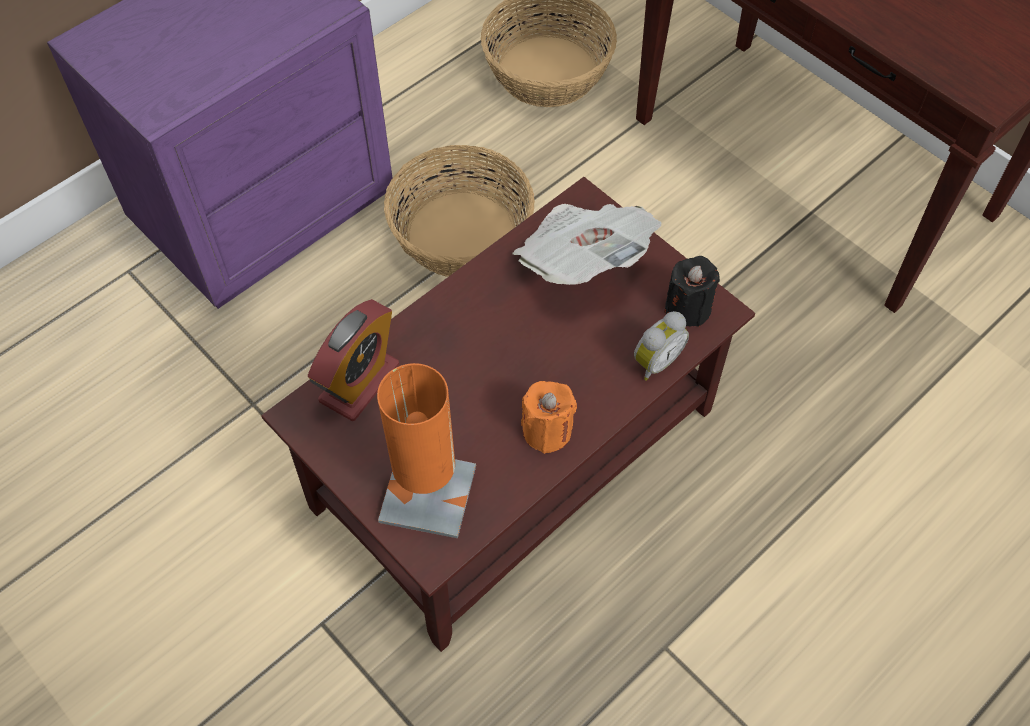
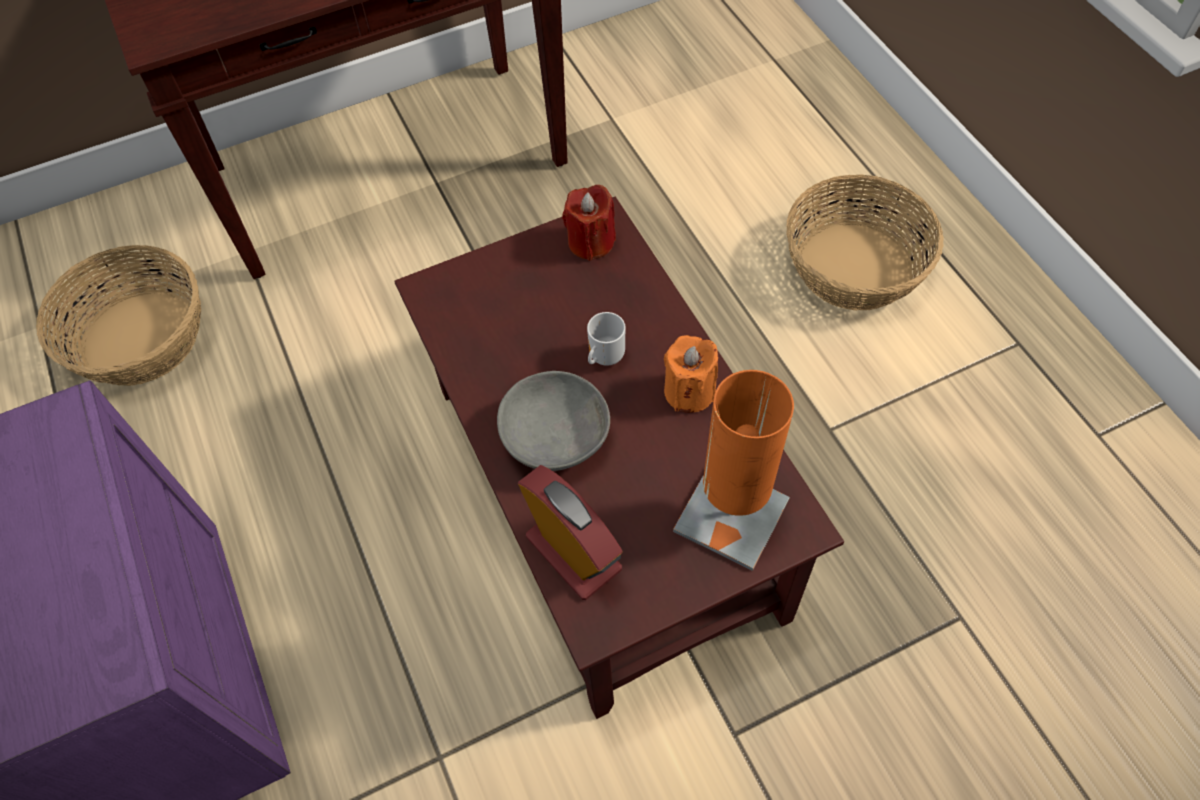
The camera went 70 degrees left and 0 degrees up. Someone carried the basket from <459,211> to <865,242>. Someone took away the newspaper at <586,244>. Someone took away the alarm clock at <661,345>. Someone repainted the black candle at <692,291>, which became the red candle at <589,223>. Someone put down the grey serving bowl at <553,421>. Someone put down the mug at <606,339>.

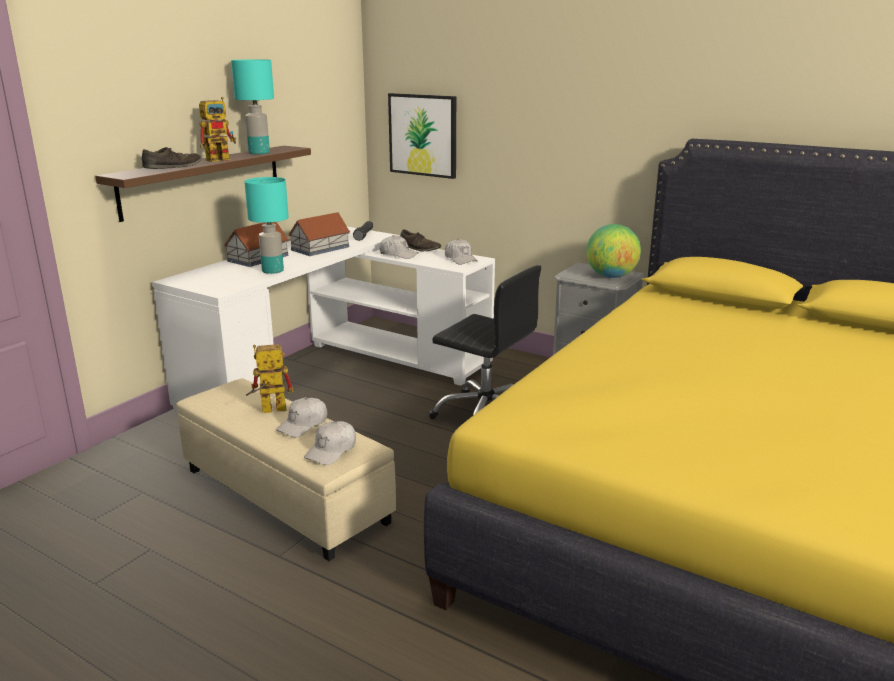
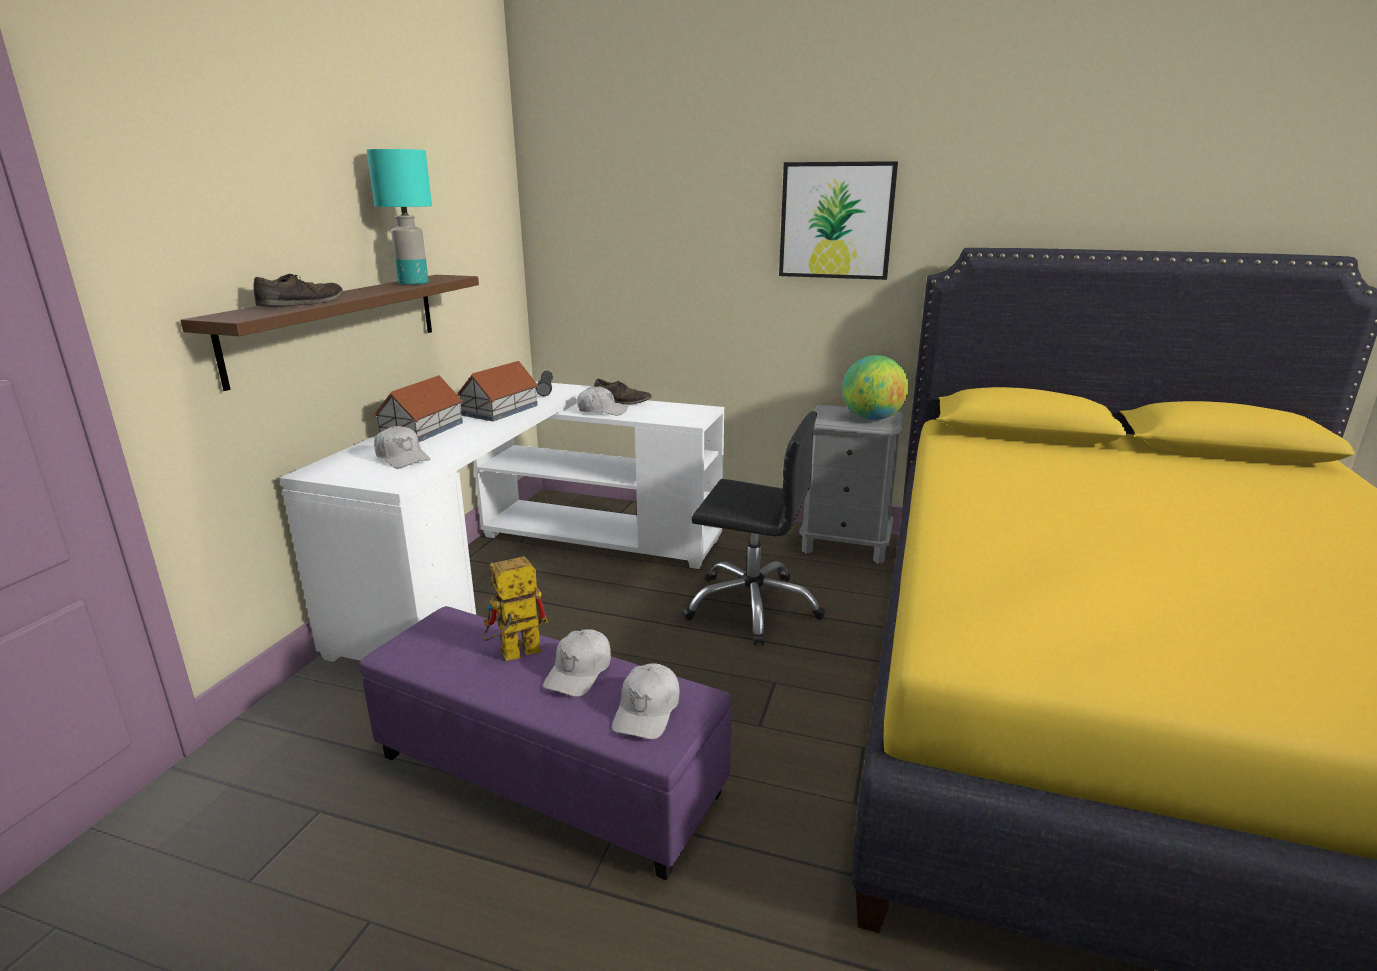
The camera went 15 degrees left and 0 degrees up. Someone repainted the beige pouffe at <286,470>, which became the purplish pouffe at <545,743>. Someone took away the toy robot at <217,129>. Someone took away the turquoise-coloured lamp for a table at <266,225>. Someone carried the wall art from <422,136> to <838,220>. Someone carried the whitish peaked cap from <461,252> to <402,447>.

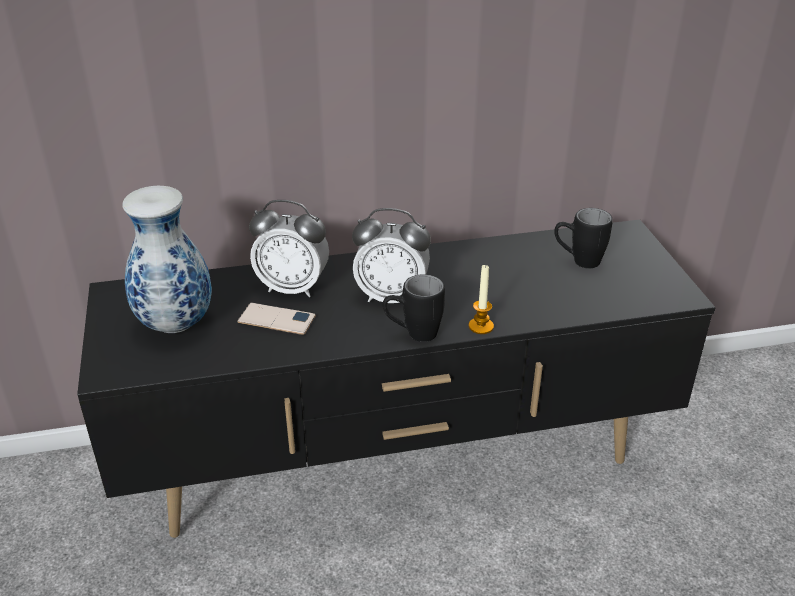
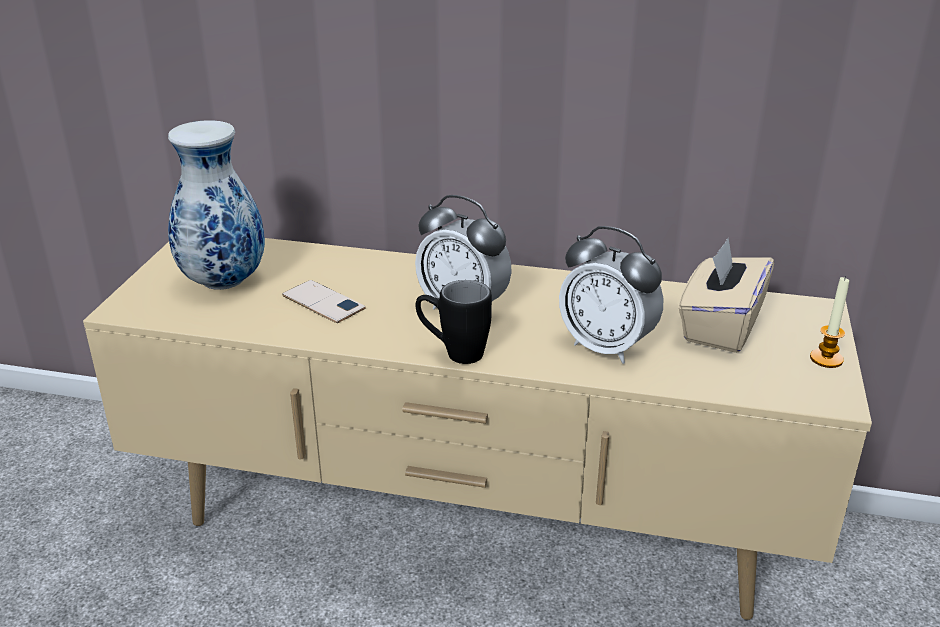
The camera went 25 degrees right and 5 degrees down. Someone repainted the black tv stand at <396,379>, which became the beige tv stand at <477,429>. Someone carried the alarm clock from <289,248> to <611,295>. Someone carried the candle from <481,299> to <829,322>. Someone swapped the black mug at <583,238> for the beige tissue holder at <726,295>.

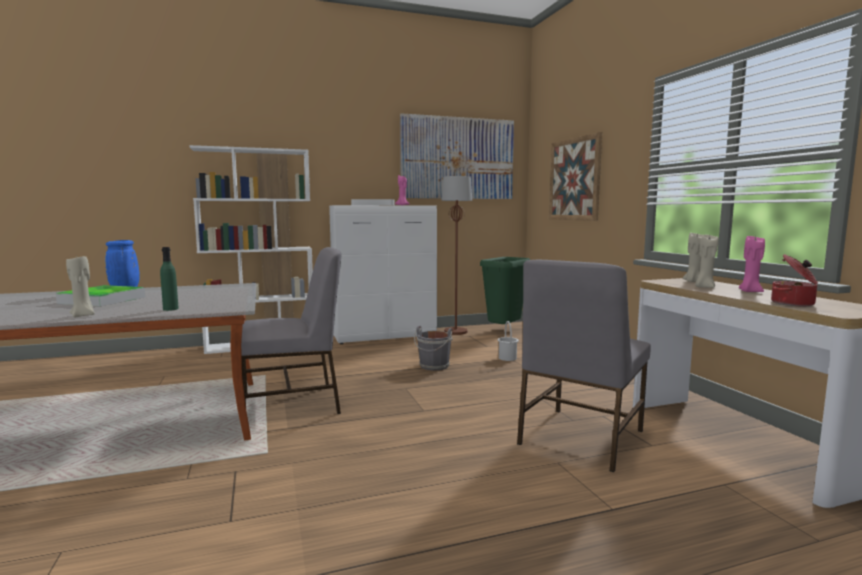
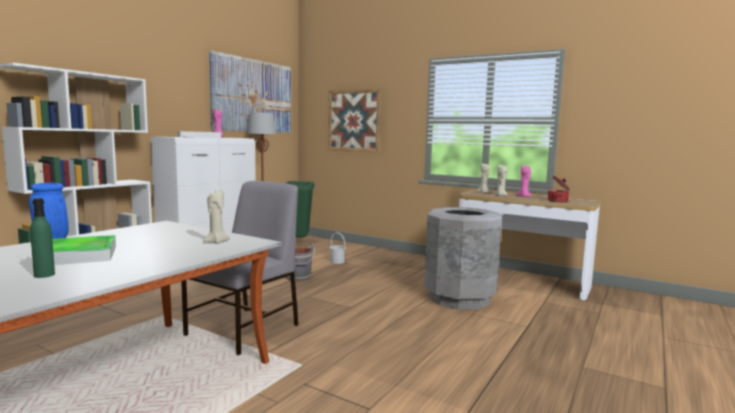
The camera went 40 degrees left and 0 degrees up. Someone carried the beige candle from <80,286> to <216,217>. Someone carried the green-coloured drink bottle from <169,279> to <42,238>. Someone swapped the grey upright chair at <584,366> for the grey rubbish bin at <463,258>.

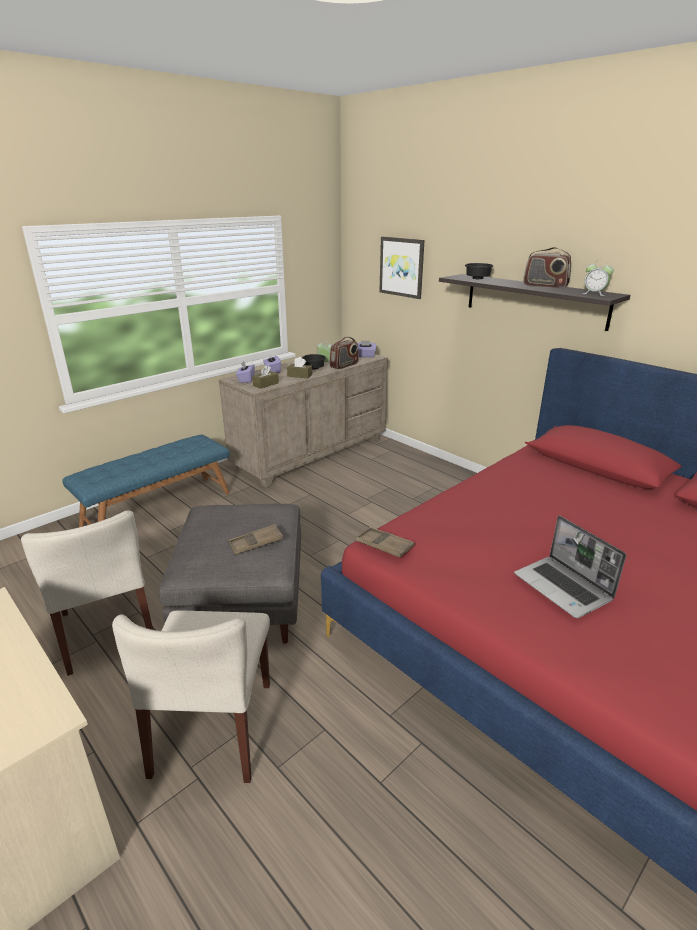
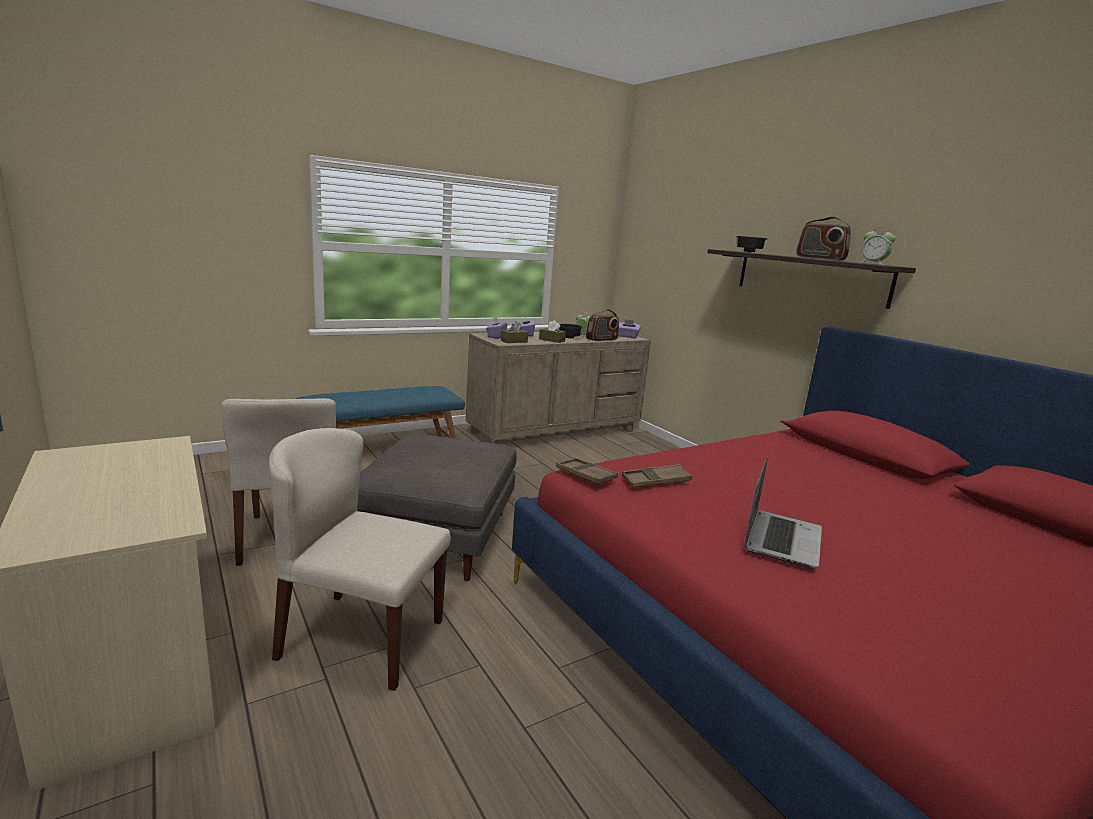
The camera went 10 degrees right and 10 degrees down. Someone rotated the beige upright chair at <191,697> by 90 degrees clockwise. Someone carried the brown-coloured tray from <255,539> to <657,475>. Someone took away the wall art at <402,268>. Someone rotated the notebook computer at <570,566> by 135 degrees counterclockwise.

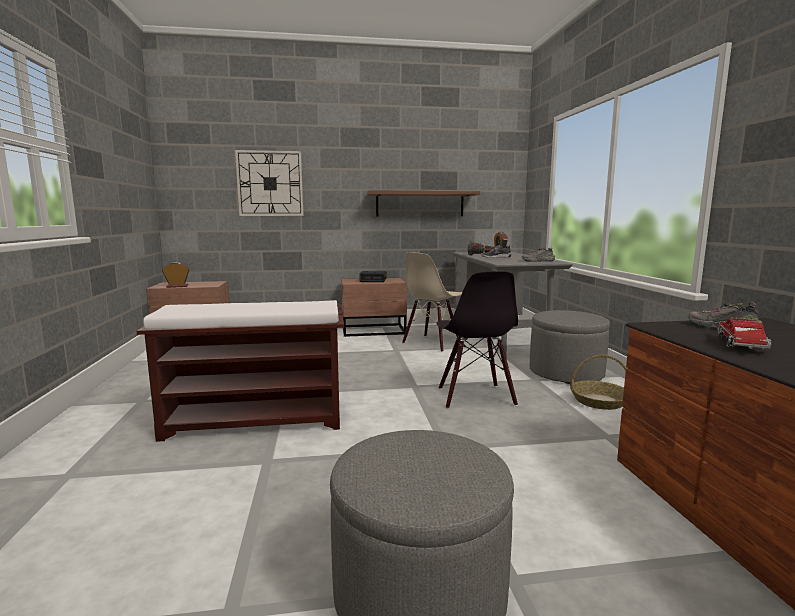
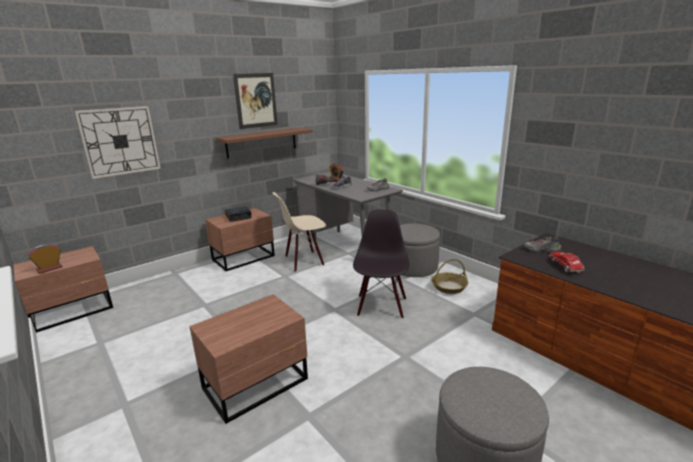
The camera went 30 degrees left and 10 degrees up. Someone swapped the brown-coloured indoor bench at <240,371> for the brown-coloured nightstand at <248,359>. Someone rotated the beige upright chair at <432,302> by 60 degrees clockwise. Someone rotated the black upright chair at <477,340> by 135 degrees counterclockwise. Someone put up the wall art at <255,101>.

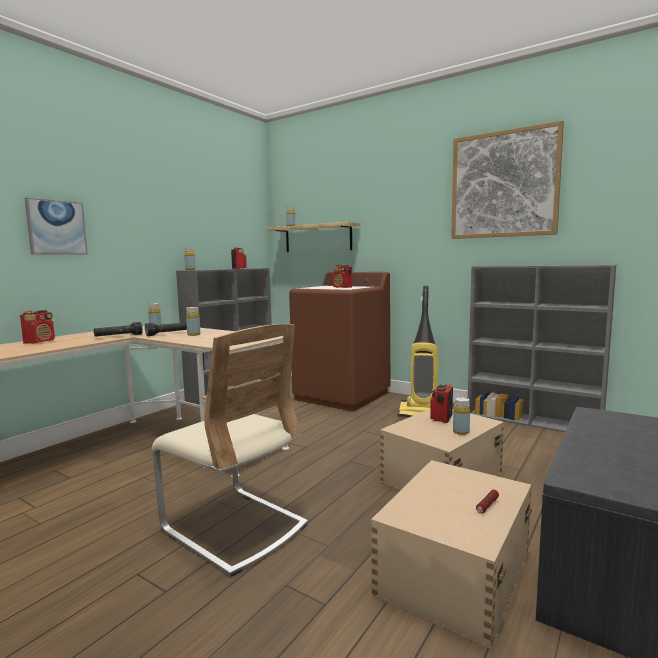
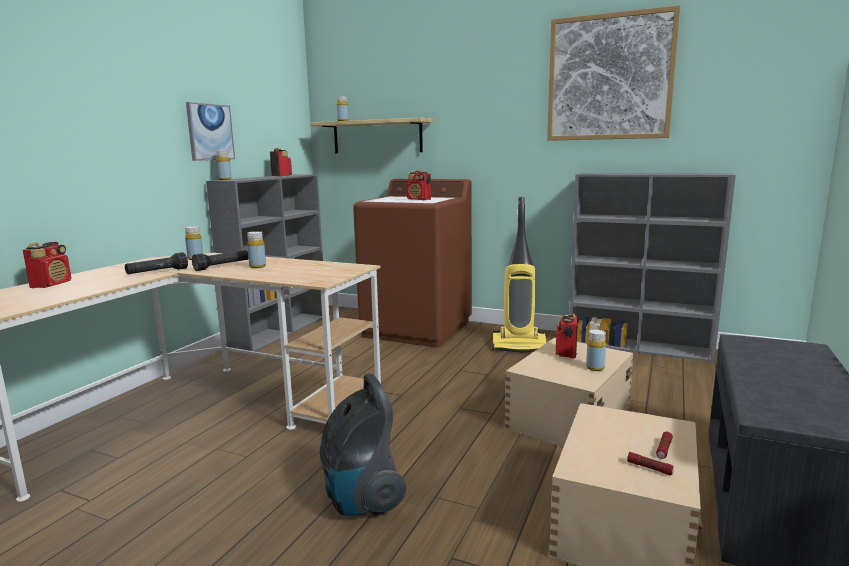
The camera went 10 degrees left and 5 degrees up. Someone carried the wall art from <56,226> to <210,131>. Someone swapped the beige upright chair at <230,450> for the vacuum cleaner at <363,444>. Someone put down the torch at <650,464>.

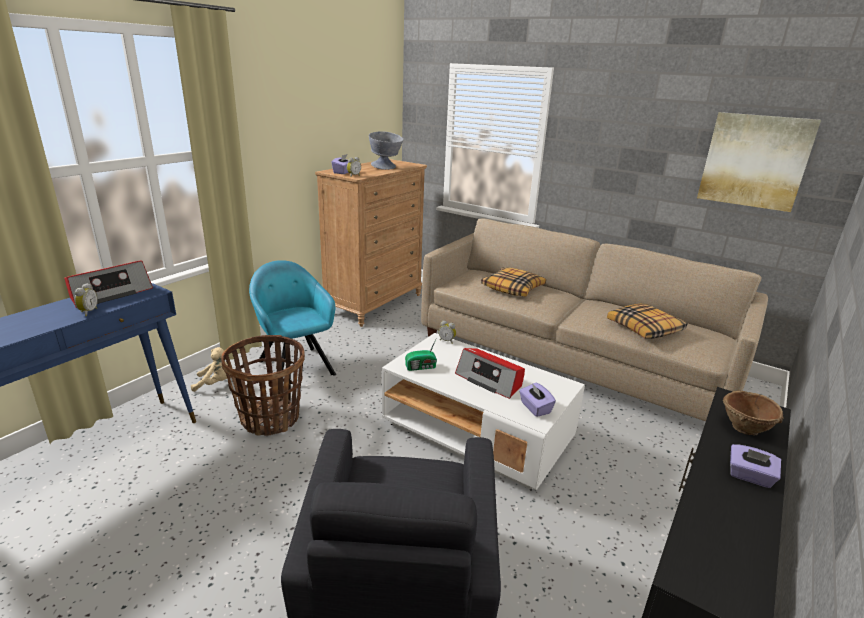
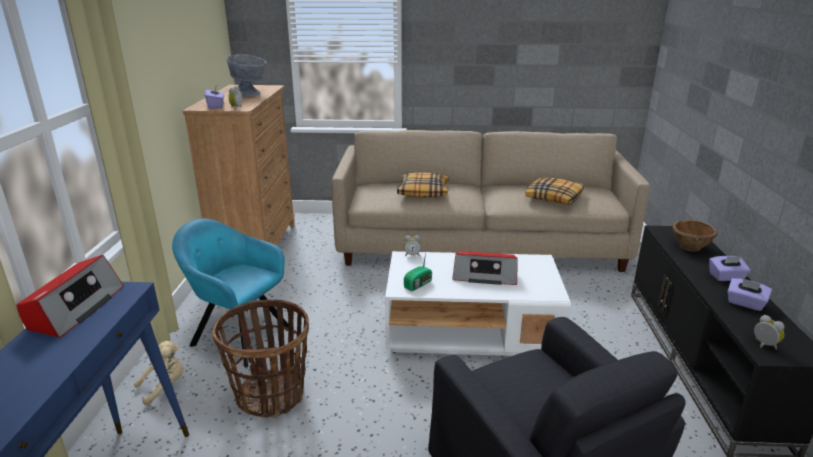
The camera went 30 degrees left and 0 degrees up. Someone carried the alarm clock from <86,299> to <769,332>. Someone carried the purplish tissue holder from <537,400> to <750,294>. Someone took away the wall art at <759,162>.

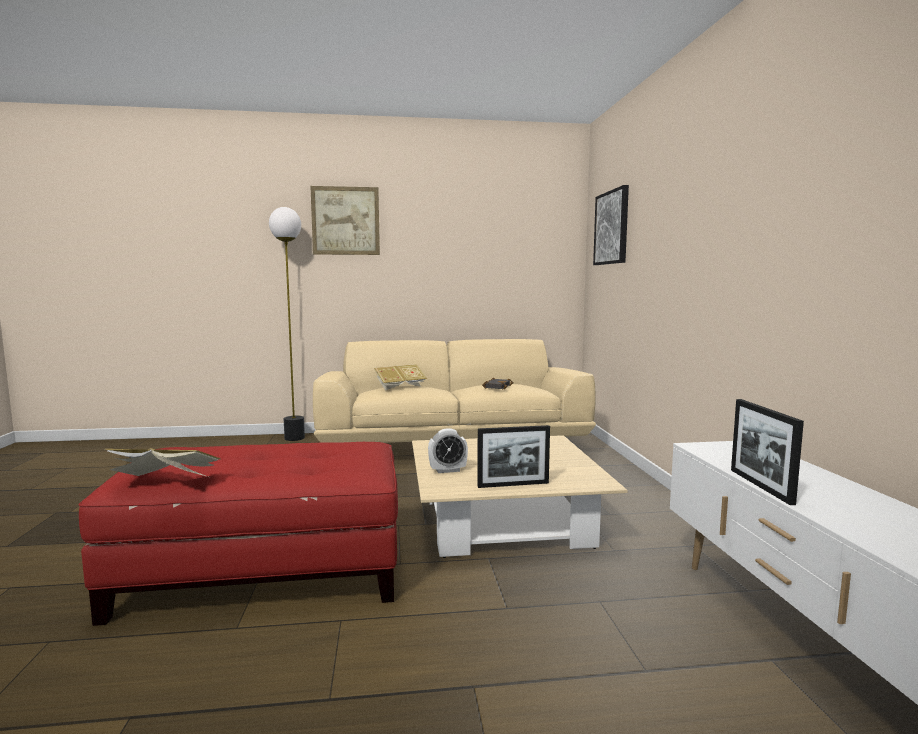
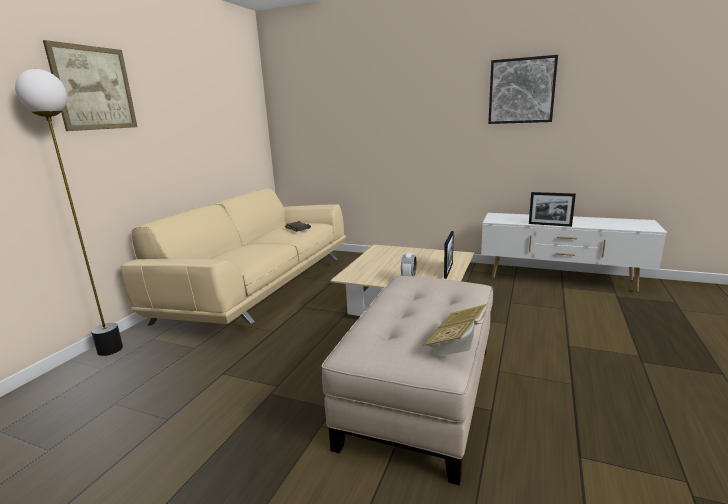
The camera went 60 degrees left and 10 degrees up. Someone repainted the red pouffe at <238,534>, which became the beige pouffe at <407,380>. Someone took away the volume at <400,377>. Someone carried the wall art from <611,225> to <523,89>.

